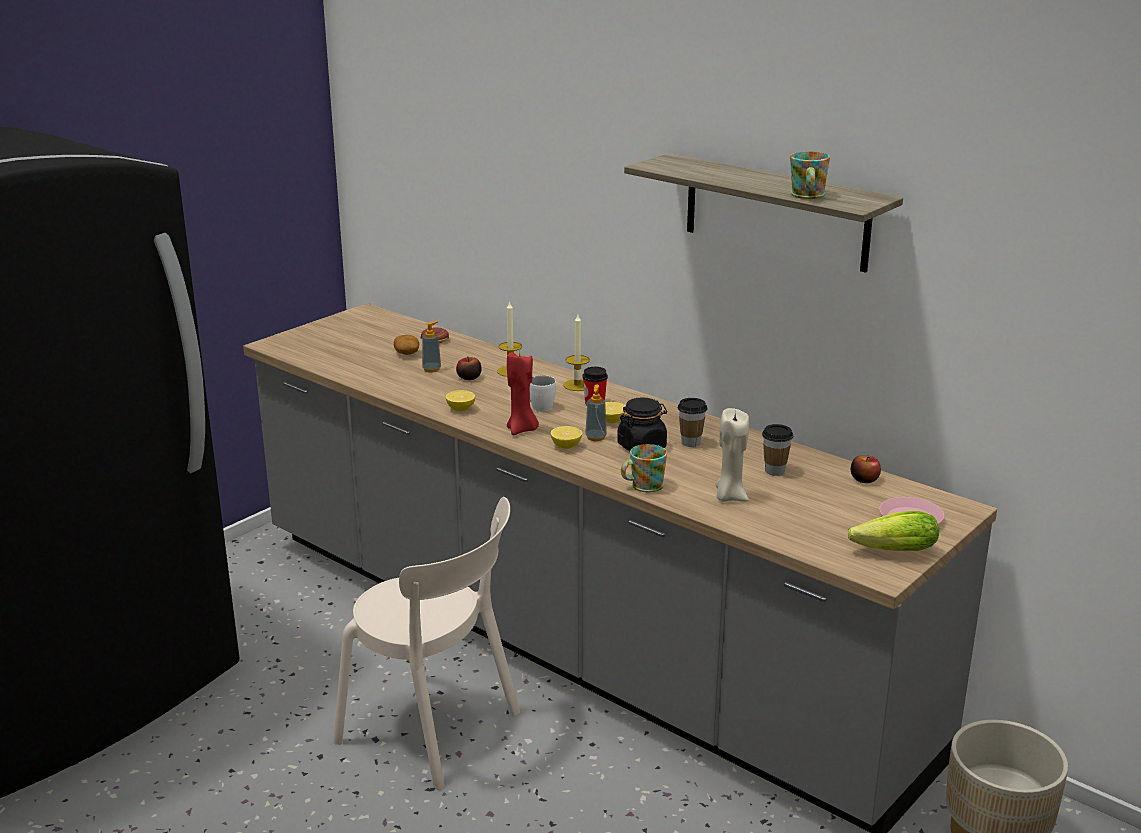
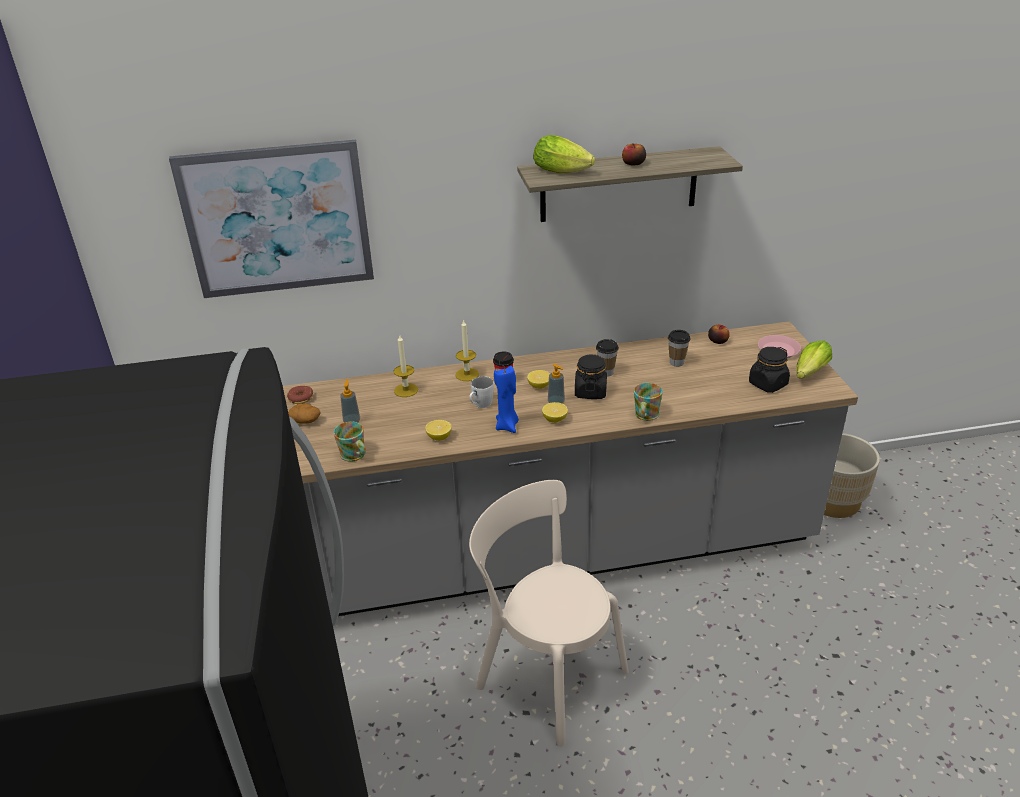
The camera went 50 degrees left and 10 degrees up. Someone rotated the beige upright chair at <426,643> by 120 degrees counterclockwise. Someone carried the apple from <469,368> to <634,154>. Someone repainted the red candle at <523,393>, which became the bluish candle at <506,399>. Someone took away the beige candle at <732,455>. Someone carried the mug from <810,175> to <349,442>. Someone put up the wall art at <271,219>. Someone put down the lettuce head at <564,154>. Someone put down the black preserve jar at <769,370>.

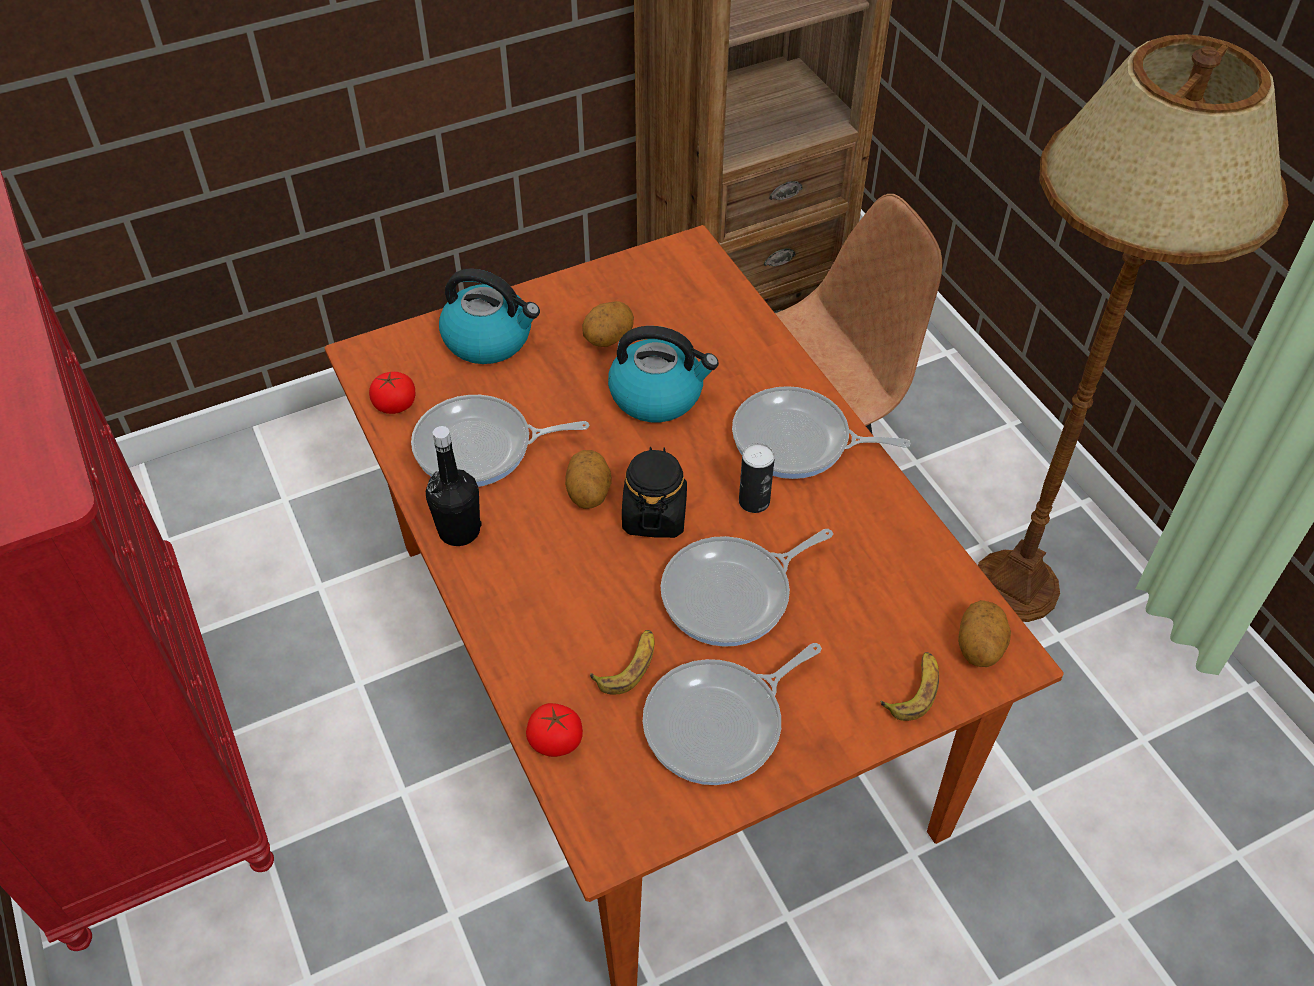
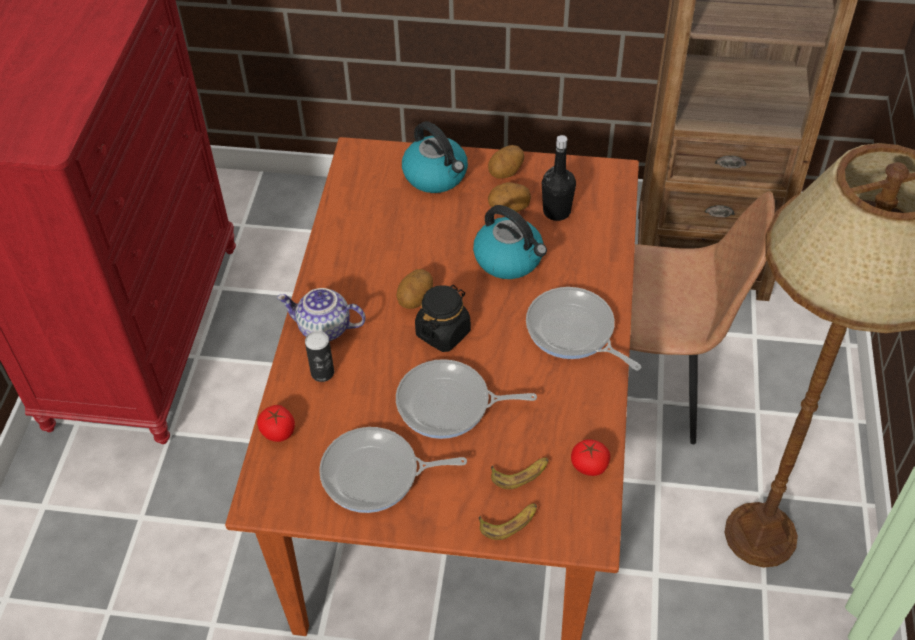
The camera went 35 degrees right and 0 degrees up. Someone carried the whole tomato from <392,393> to <590,457>. Someone took away the frying pan at <500,441>. Someone carried the black drink bottle from <454,486> to <559,178>. Someone carried the whole banana from <622,662> to <520,473>. Someone carried the can from <757,478> to <319,356>. Someone carried the potato from <984,633> to <506,162>. Someone put down the pot for tea at <321,314>.

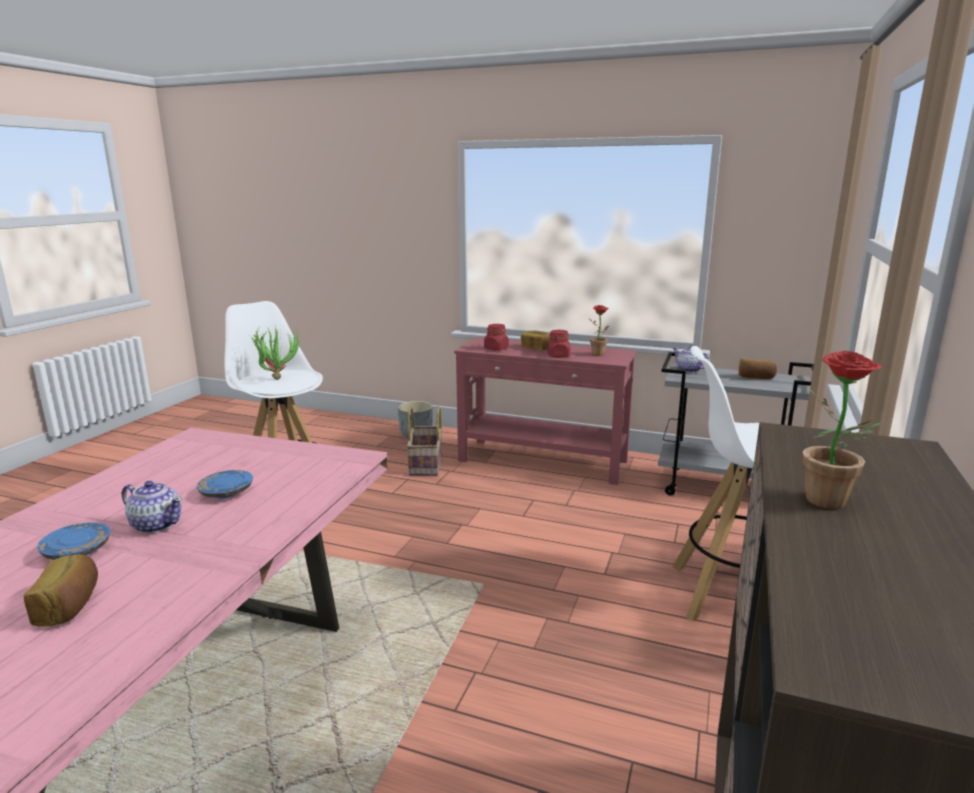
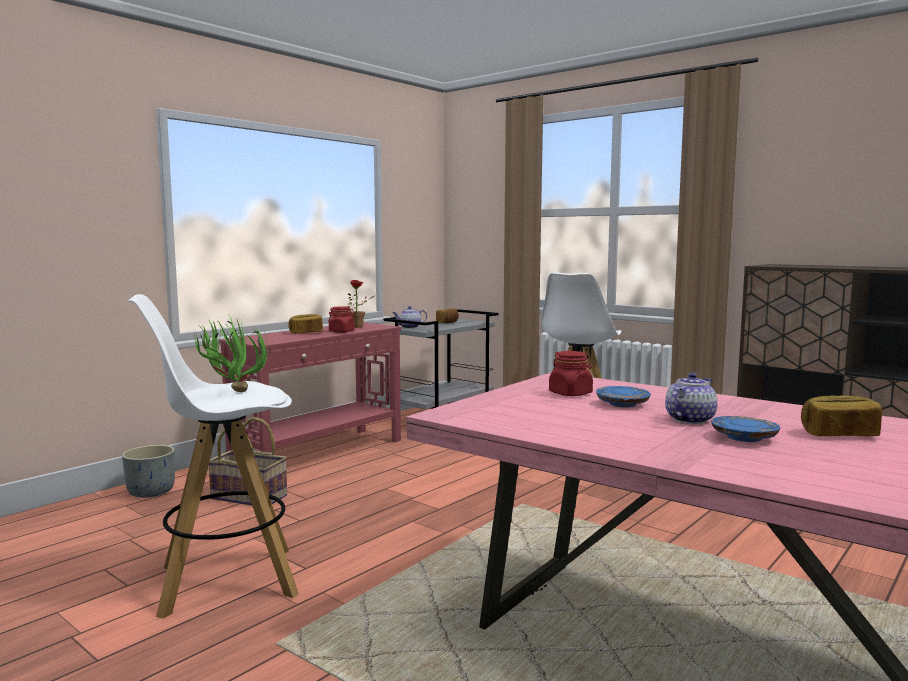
The camera went 70 degrees left and 10 degrees down. Someone carried the red preserve jar from <496,337> to <571,373>. Someone took away the potted plant at <842,430>.

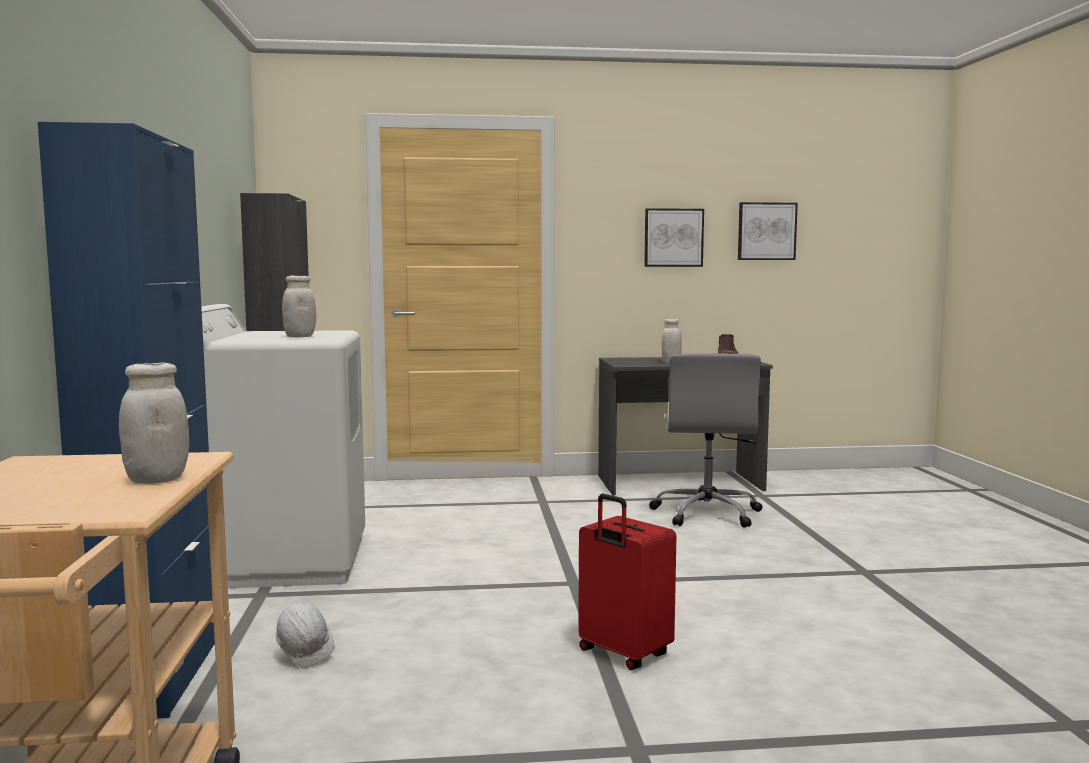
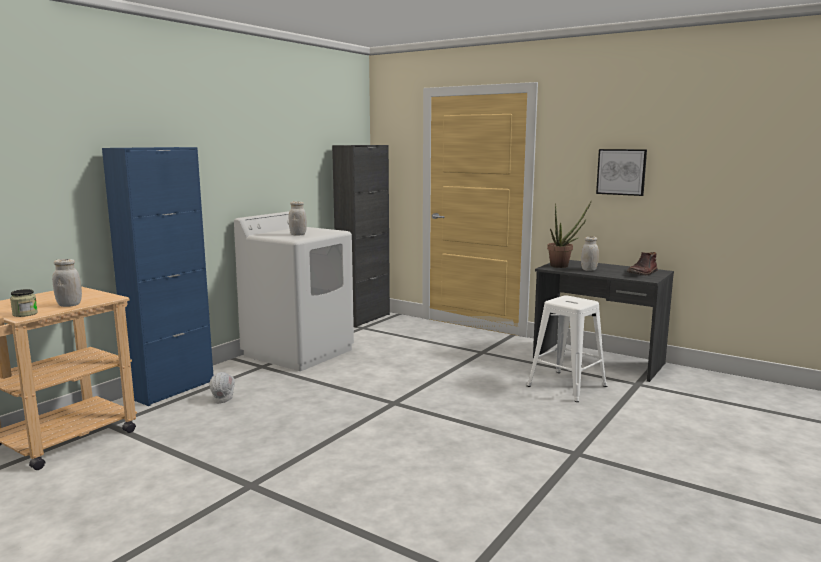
The camera went 40 degrees right and 5 degrees up. Someone took away the red travel case at <627,582>. Someone swapped the grey computer chair at <705,440> for the whitish stool seat at <567,348>. Someone took away the wall art at <768,231>. Someone put down the preserve jar at <24,303>. Someone put down the potted plant at <569,235>.

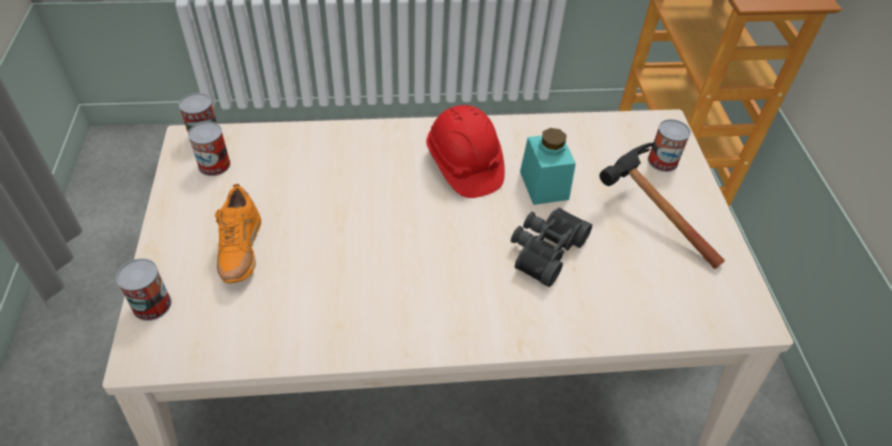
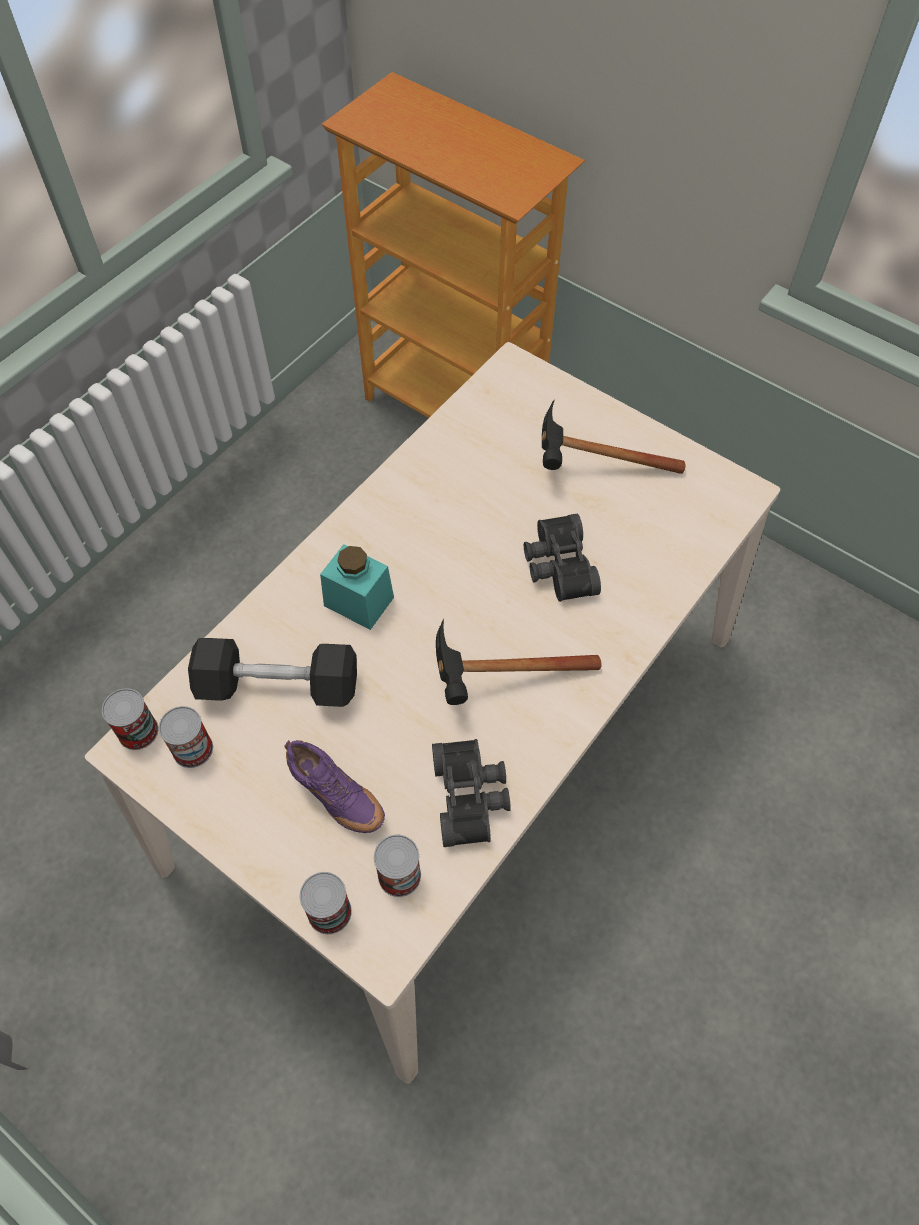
The camera went 45 degrees left and 10 degrees up. Someone repainted the orangey low shoe at <238,233>, which became the purplish low shoe at <334,786>. Someone took away the red work helmet at <465,151>. Someone carried the turquoise-coloured preserve jar from <548,166> to <357,587>. Someone carried the can from <669,145> to <397,866>. Someone put down the black dumbbell at <272,672>. Someone put down the black binoculars at <471,793>. Someone put down the hand hammer at <519,662>.

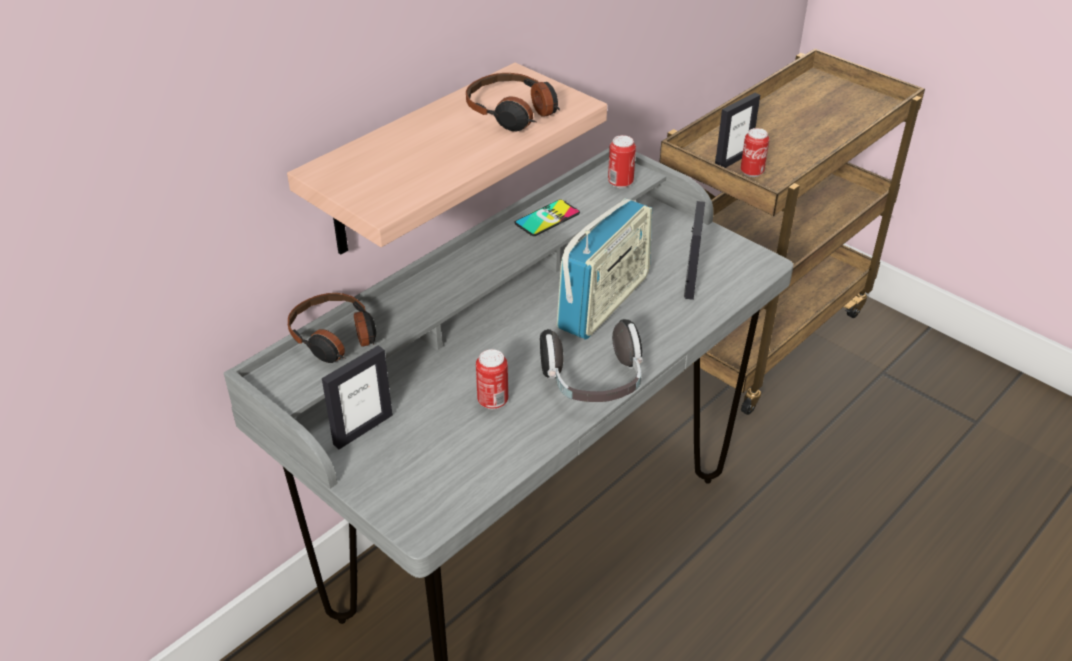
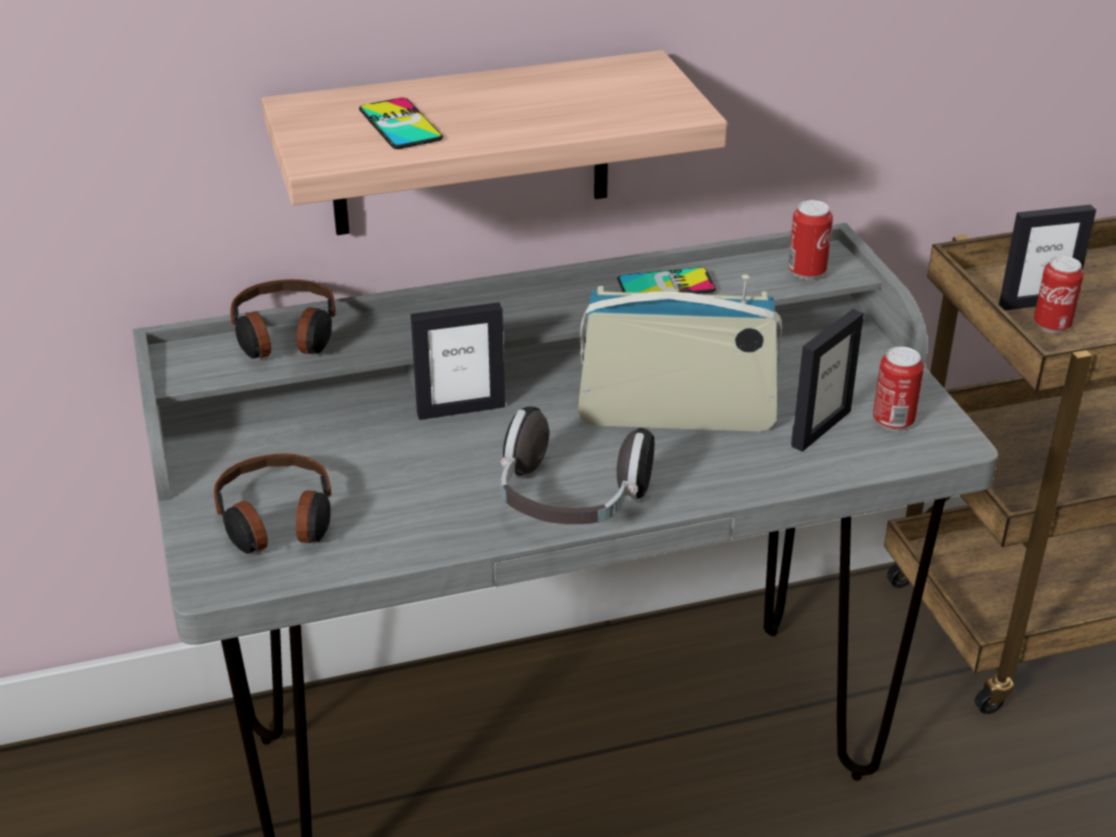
The camera went 30 degrees right and 5 degrees down. Someone carried the picture frame from <357,397> to <458,361>. Someone carried the headset from <513,102> to <273,504>. Someone carried the can from <492,379> to <898,389>. Someone rotated the radio at <604,269> by 150 degrees counterclockwise. Someone put down the telephone at <401,123>.

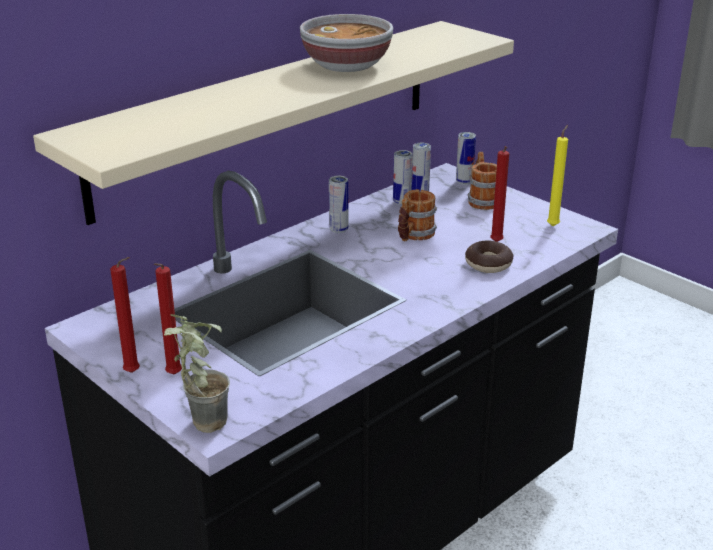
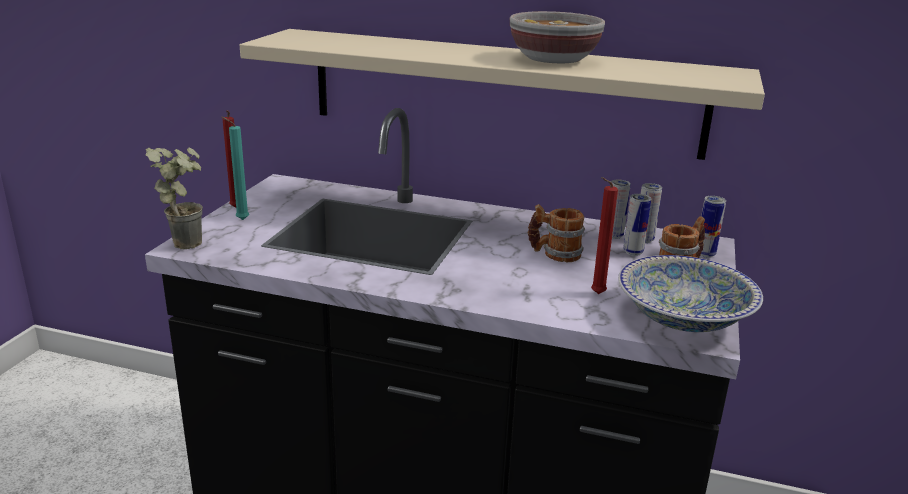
The camera went 60 degrees right and 5 degrees down. Someone repainted the red candle at <168,319>, which became the turquoise-coloured candle at <235,168>. Someone carried the can from <339,204> to <637,225>. Someone took away the ring doughnut at <489,256>. Someone swapped the yellow candle at <557,175> for the serving bowl at <690,293>.

